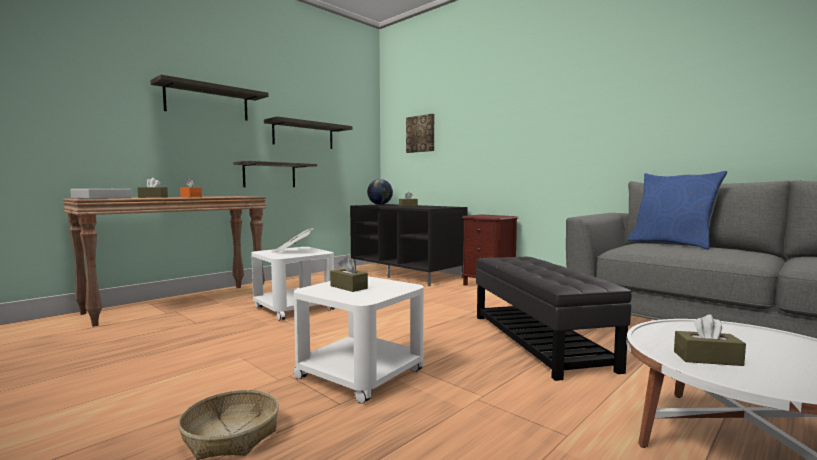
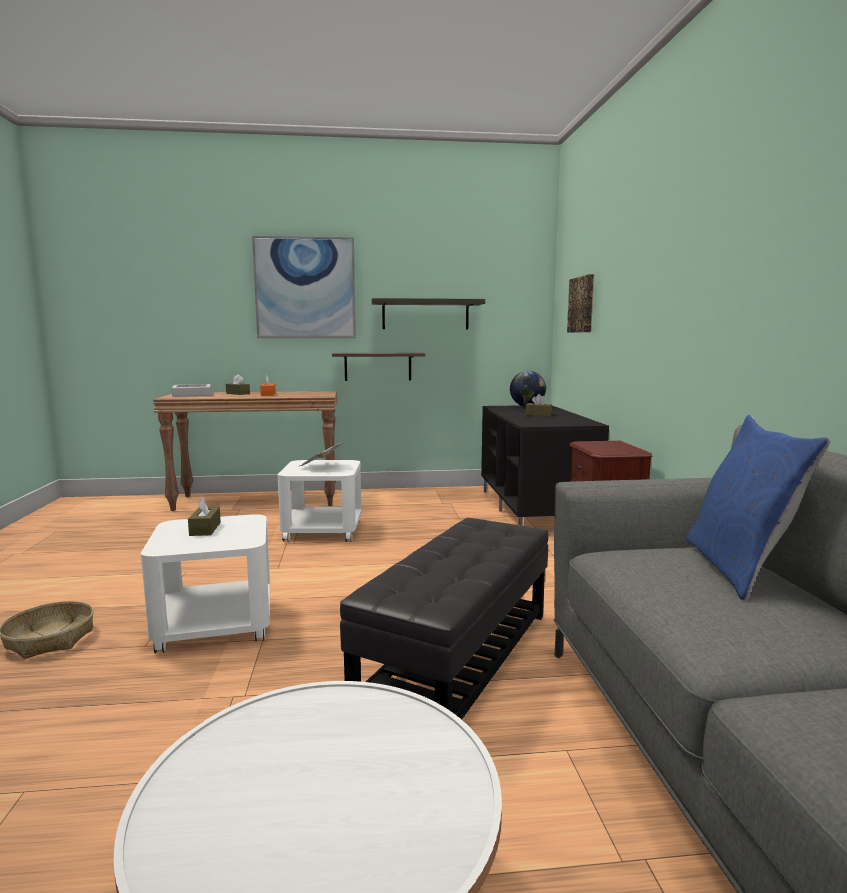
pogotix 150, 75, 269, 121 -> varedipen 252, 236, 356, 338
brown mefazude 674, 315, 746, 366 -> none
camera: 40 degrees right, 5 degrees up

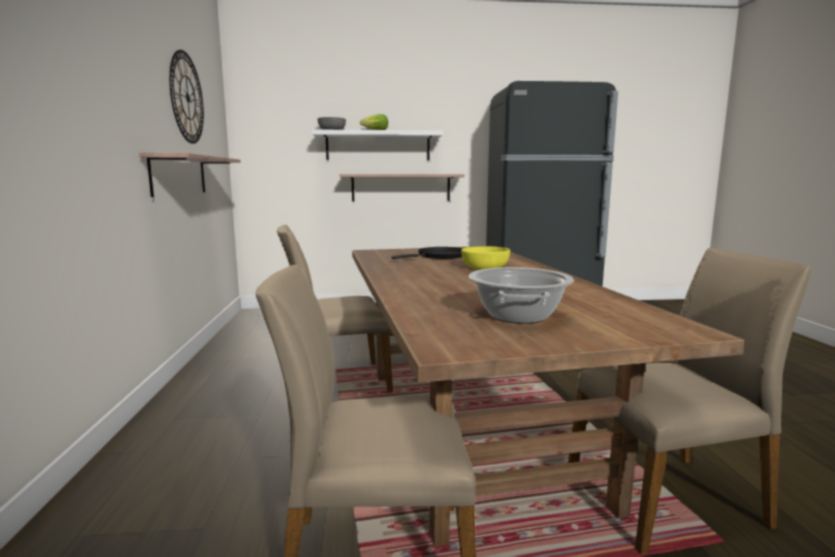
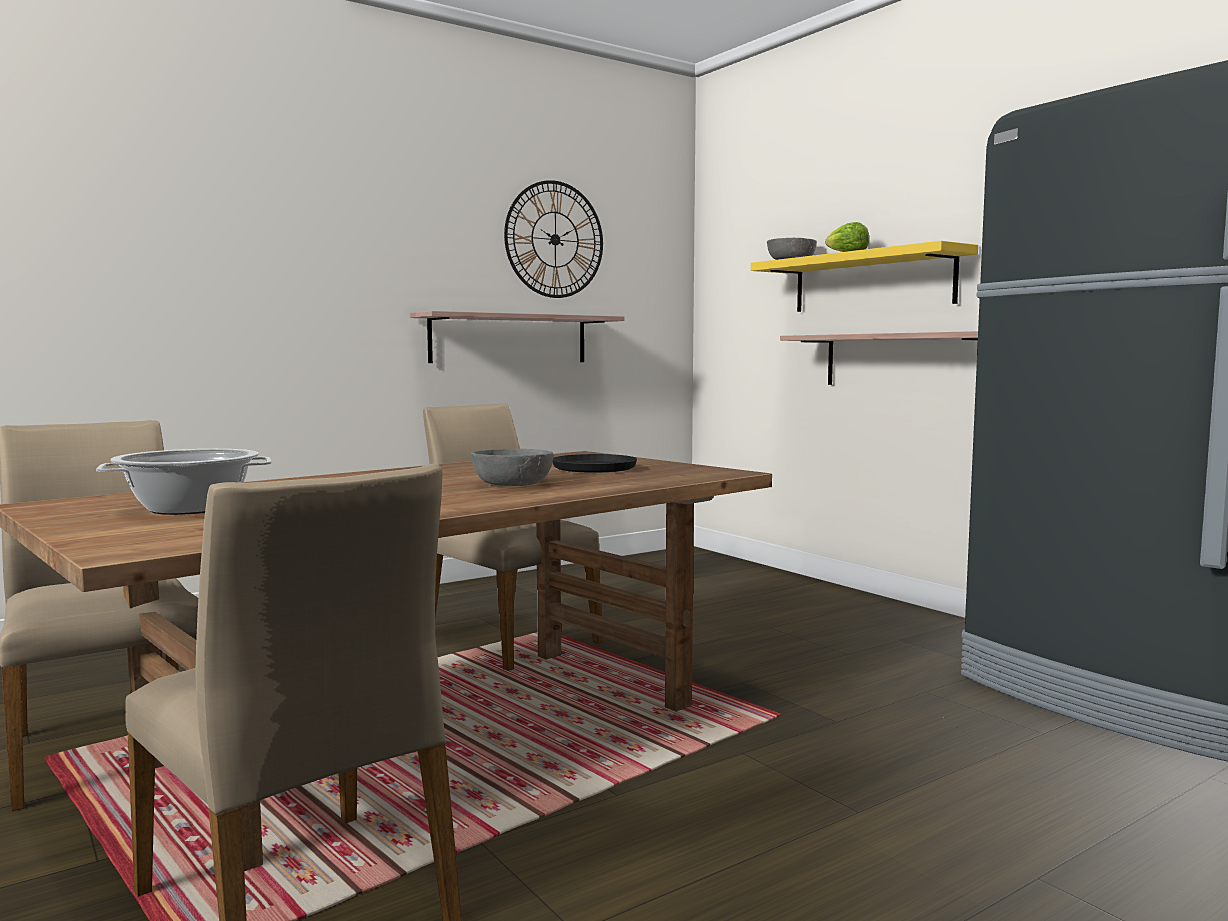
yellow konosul 461, 246, 510, 270 -> grey konosul 471, 449, 553, 486
white pogotix 312, 129, 443, 160 -> yellow pogotix 751, 241, 978, 312
camera: 60 degrees right, 5 degrees down

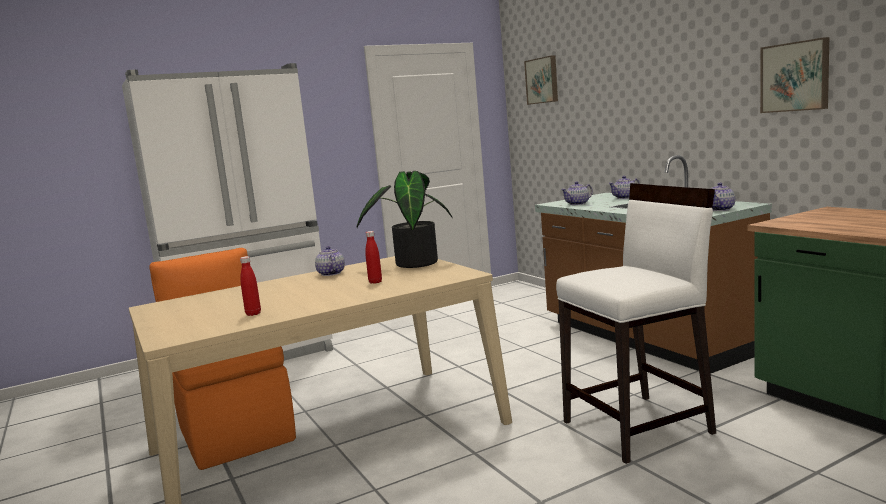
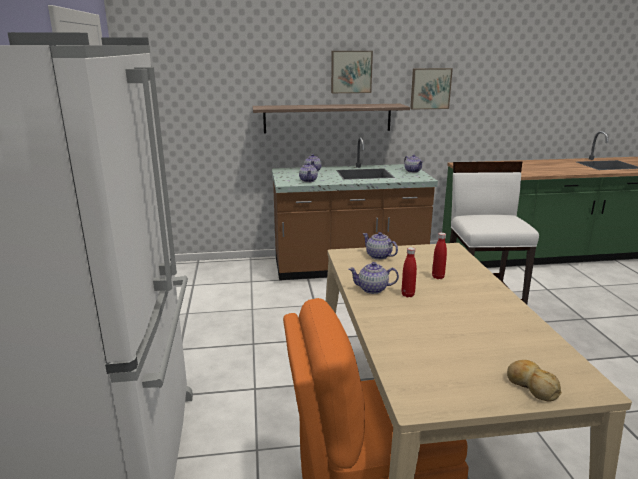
none -> pogotix 252, 104, 410, 134
varedipen 524, 55, 558, 105 -> varedipen 331, 51, 373, 93, move
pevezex 357, 171, 452, 268 -> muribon 362, 232, 398, 260
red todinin 240, 256, 261, 316 -> red todinin 401, 247, 417, 297, move
none -> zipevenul 507, 360, 562, 402
camera: 70 degrees left, 10 degrees up

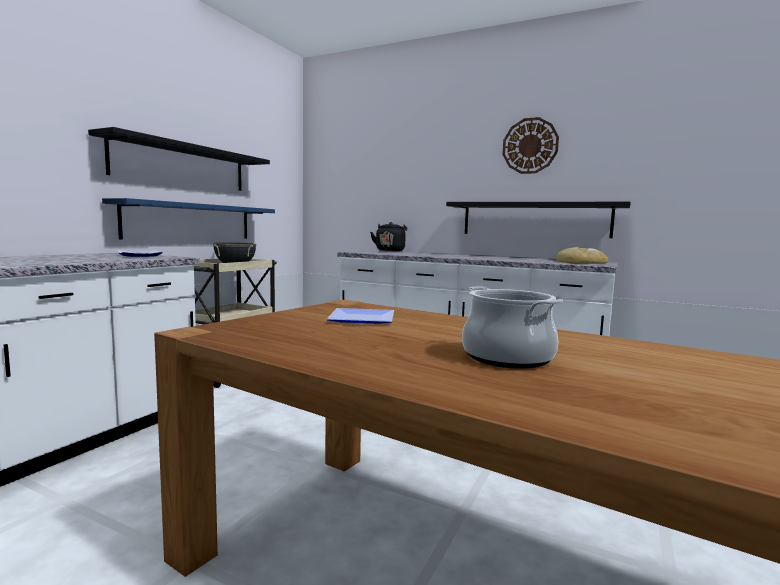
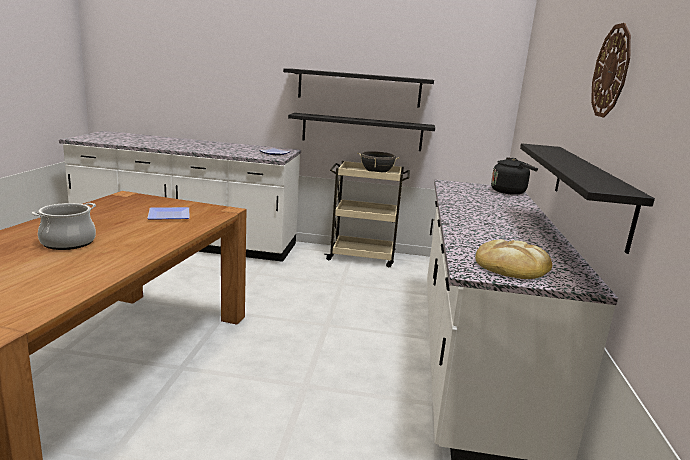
blue pogotix 102, 198, 275, 239 -> black pogotix 288, 113, 435, 151
camera: 70 degrees right, 10 degrees up

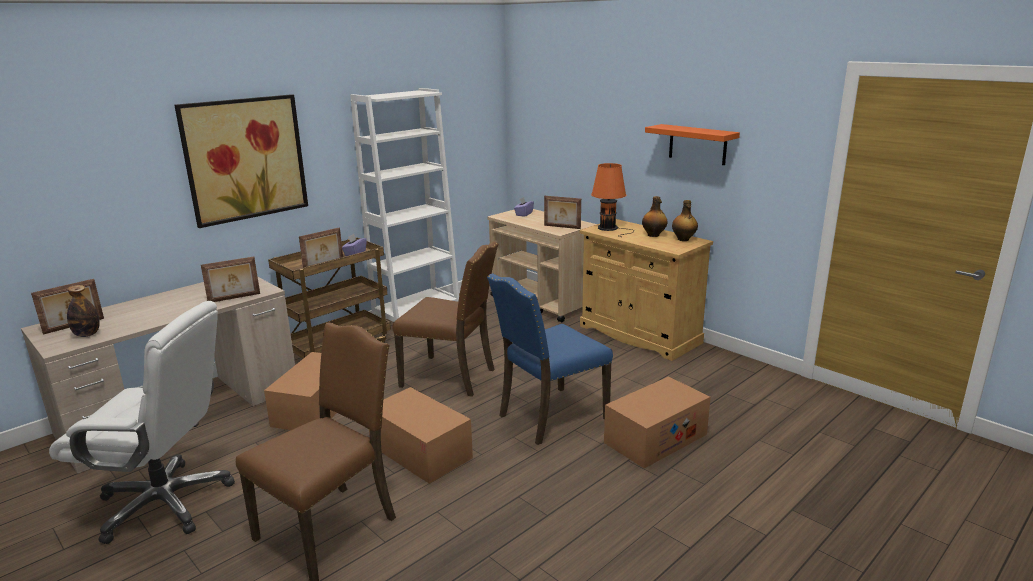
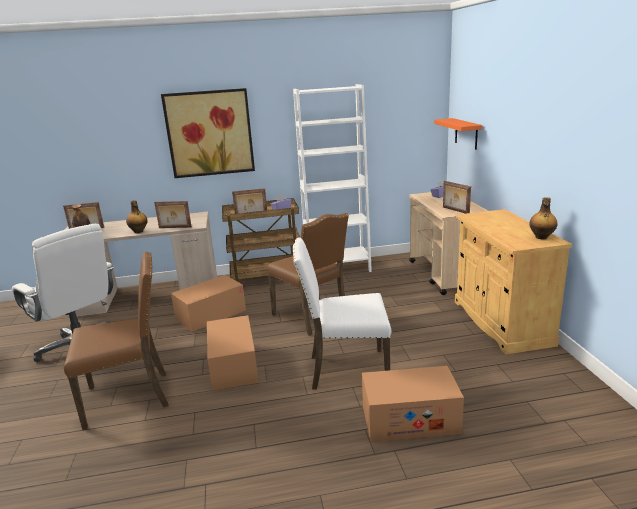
todinin 642, 196, 667, 237 -> todinin 126, 200, 148, 233, move
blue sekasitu 487, 273, 613, 445 -> white sekasitu 293, 237, 391, 389
orange pogotix 645, 124, 740, 165 -> orange pogotix 434, 118, 483, 150, move
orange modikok 591, 163, 634, 237 -> none
camera: 35 degrees right, 0 degrees up

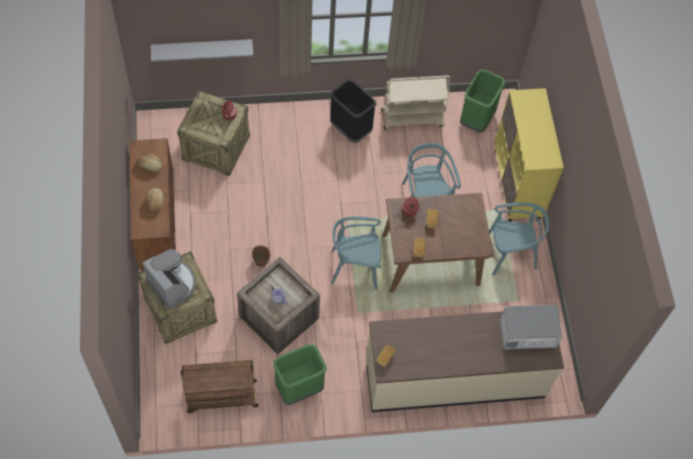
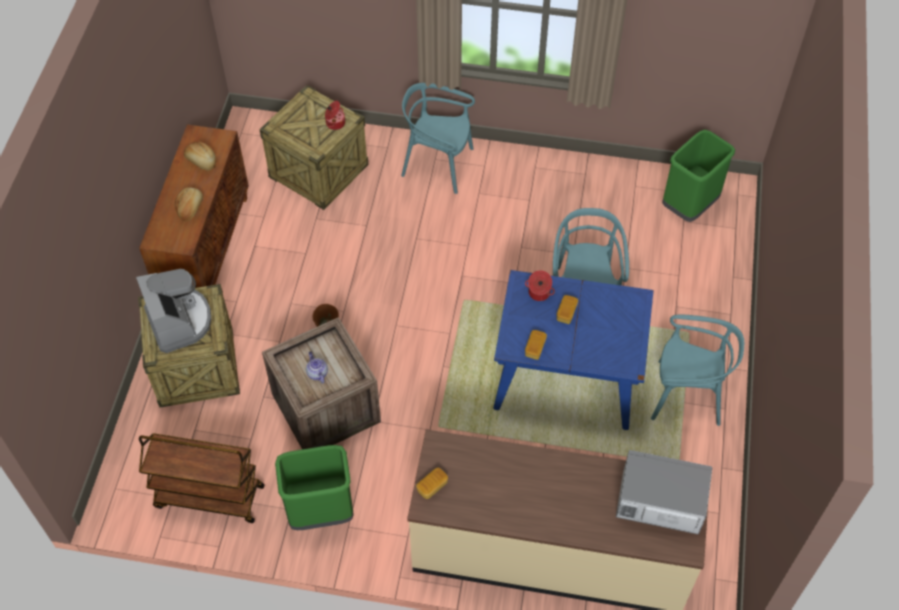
turquoise sekasitu 331, 216, 381, 289 -> turquoise sekasitu 401, 83, 475, 194, move
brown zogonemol 382, 193, 493, 292 -> blue zogonemol 493, 270, 654, 430
grey pogotix 151, 39, 253, 62 -> none
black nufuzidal 330, 80, 376, 143 -> none
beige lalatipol 381, 75, 450, 130 -> none
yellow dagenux 494, 88, 564, 222 -> none
camera: 20 degrees right, 5 degrees down

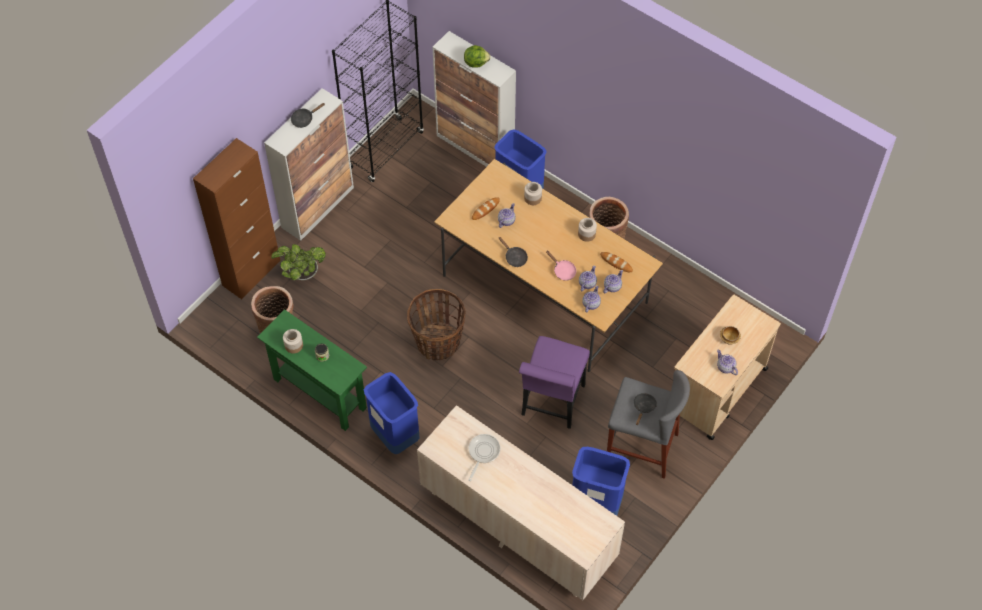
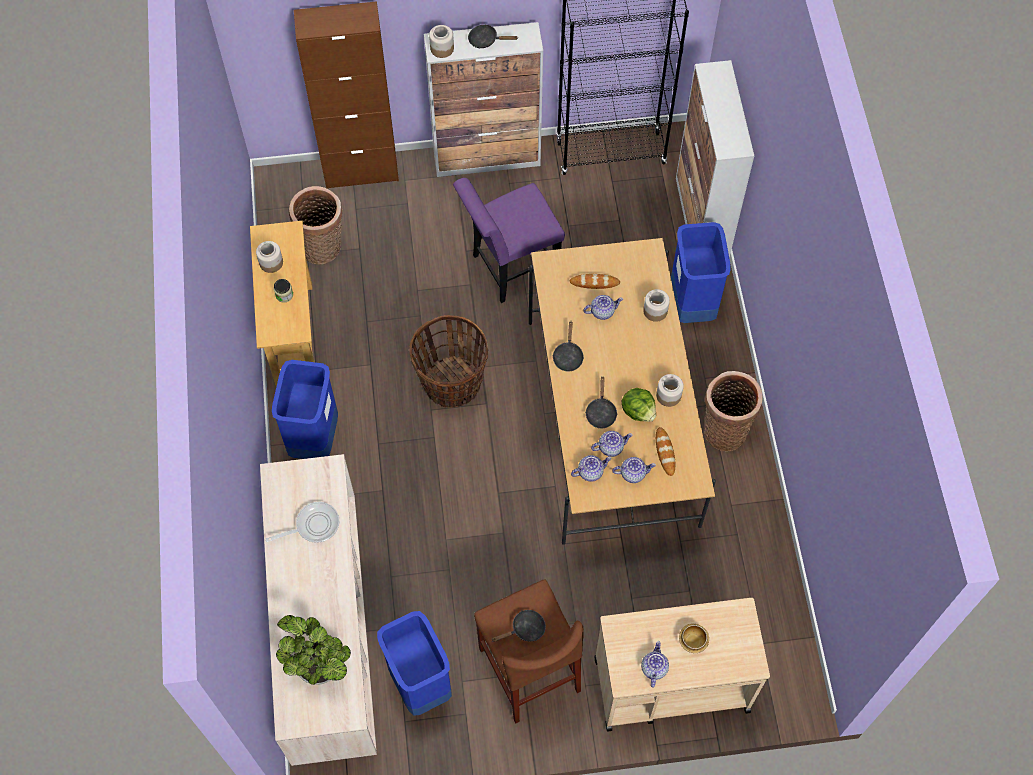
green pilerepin 257, 309, 367, 431 -> beige pilerepin 250, 221, 314, 387
pevezex 271, 244, 326, 280 -> pevezex 276, 615, 351, 685, move
none -> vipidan 429, 25, 454, 58
purple sekasitu 519, 336, 590, 429 -> purple sekasitu 453, 178, 565, 303, move
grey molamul 607, 370, 690, 479 -> brown molamul 474, 580, 584, 723
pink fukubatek 546, 251, 576, 281 -> black fukubatek 585, 376, 617, 428
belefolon 464, 45, 491, 68 -> belefolon 622, 388, 656, 422, move
camera: 45 degrees right, 5 degrees up

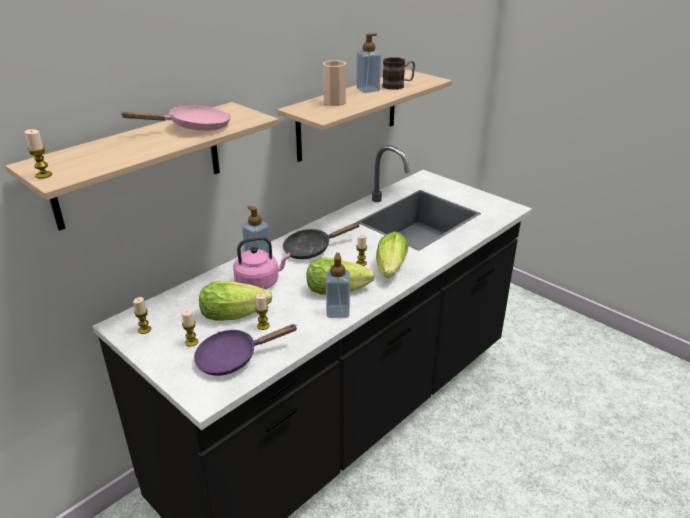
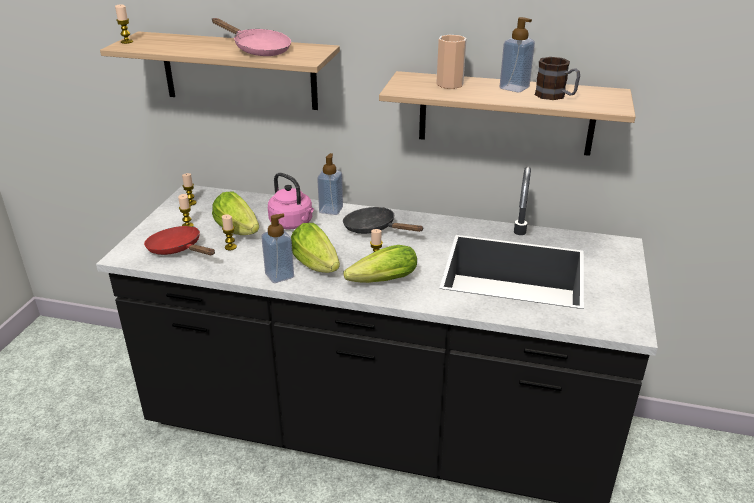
purple fukubatek 194, 324, 298, 376 -> red fukubatek 144, 226, 215, 255
camera: 60 degrees right, 0 degrees up

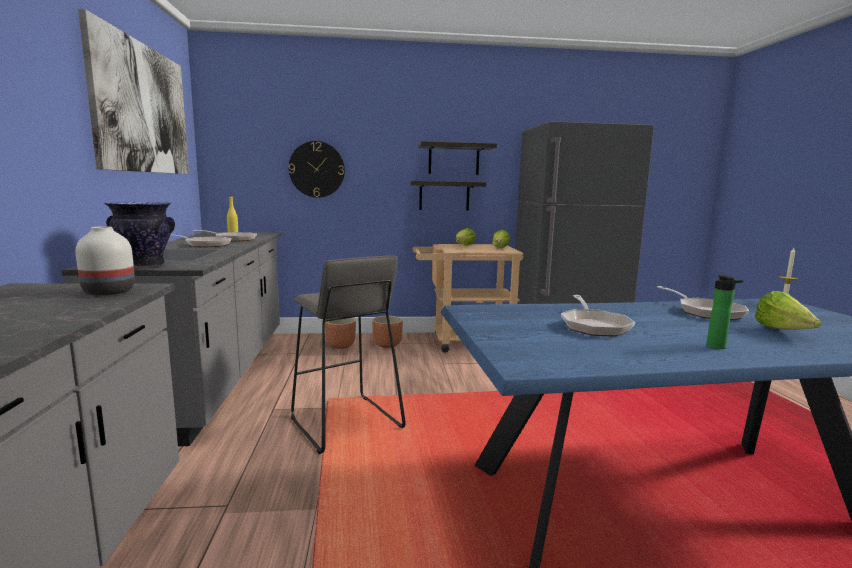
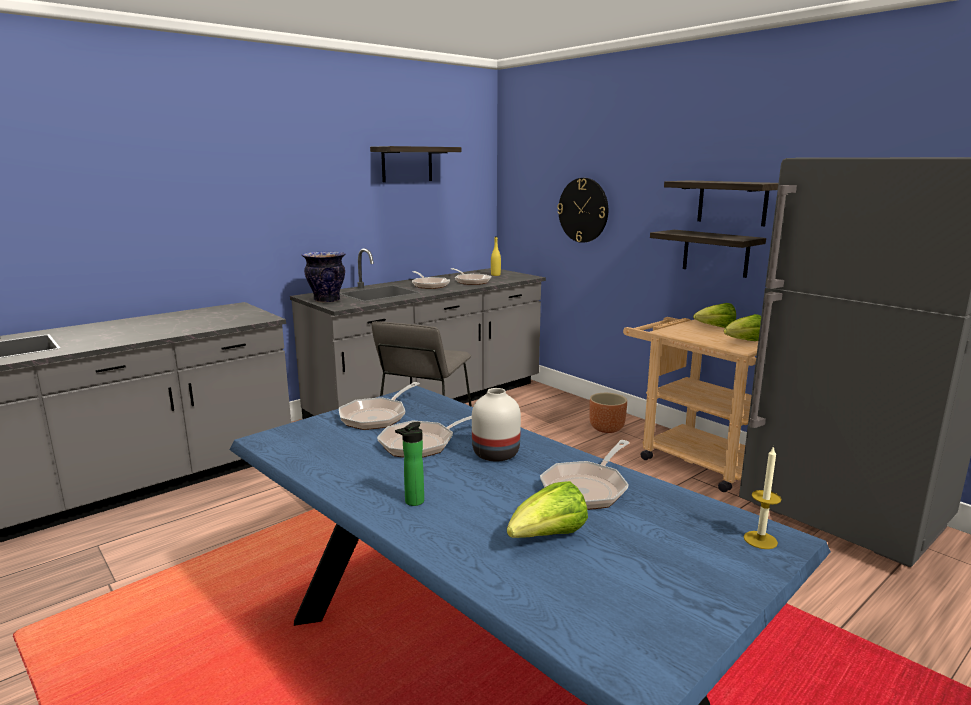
none -> fukubatek 339, 382, 420, 430
varedipen 78, 9, 189, 174 -> pogotix 370, 146, 462, 182
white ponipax 76, 226, 135, 295 -> white ponipax 472, 388, 521, 461, move
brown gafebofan 325, 317, 356, 349 -> none
camera: 55 degrees right, 5 degrees up

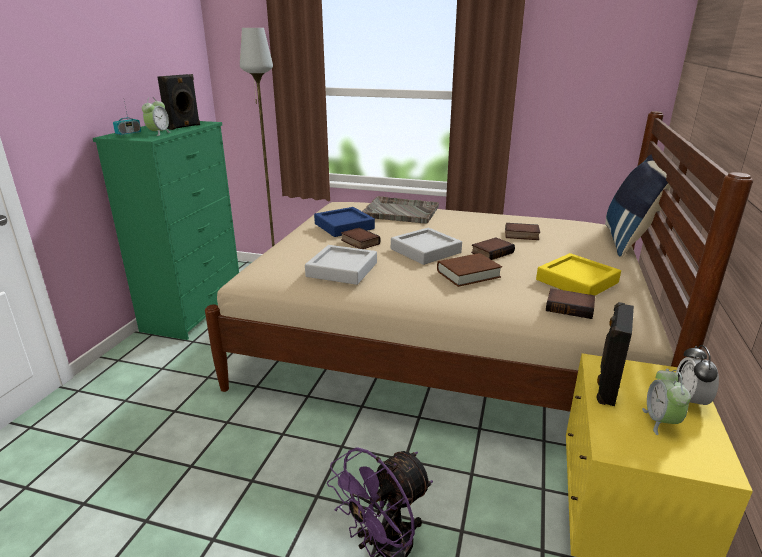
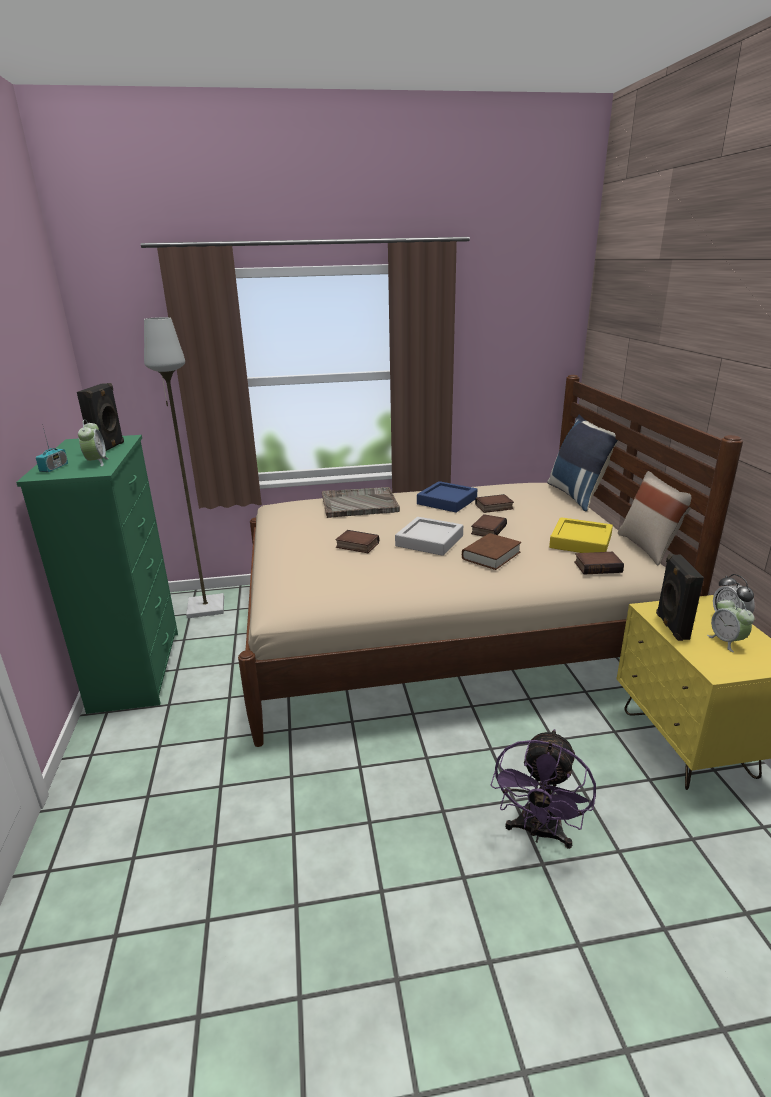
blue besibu 314, 207, 375, 237 -> blue besibu 417, 481, 477, 513, move
none -> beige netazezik 618, 471, 691, 565
grey besibu 305, 245, 377, 285 -> none
camera: 25 degrees left, 0 degrees up

